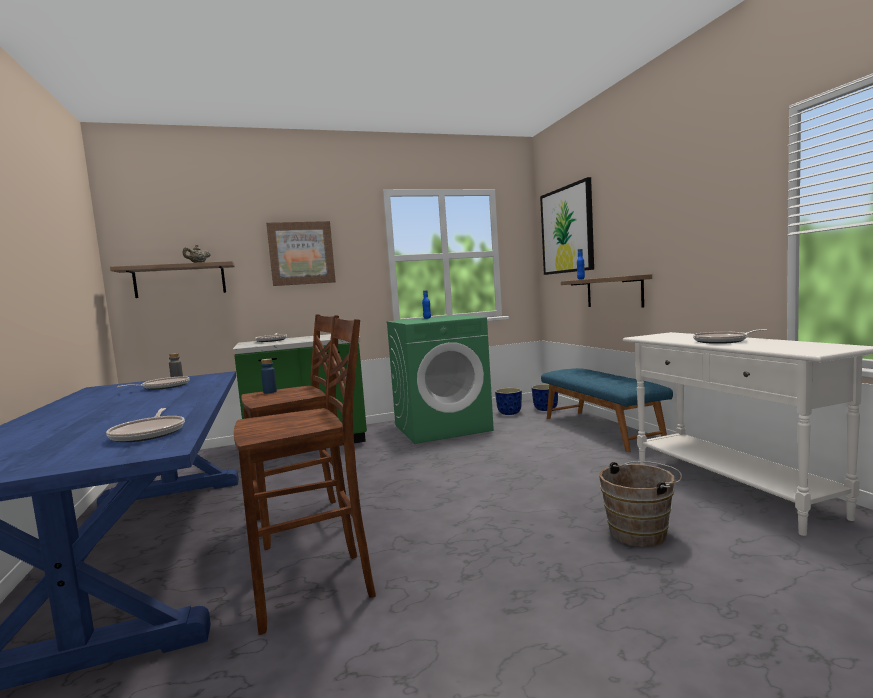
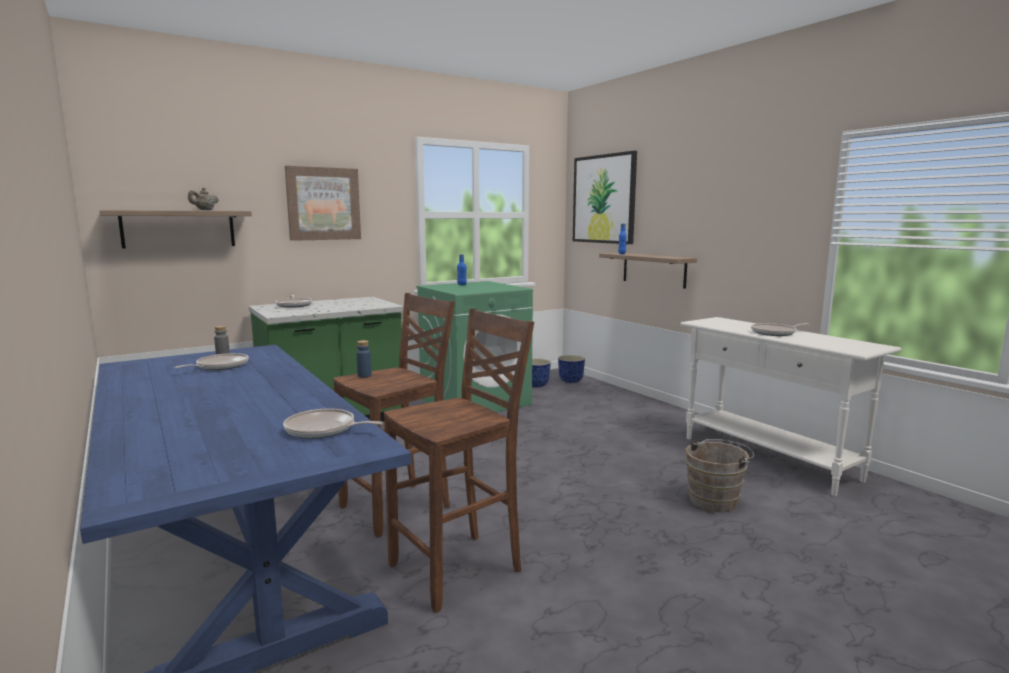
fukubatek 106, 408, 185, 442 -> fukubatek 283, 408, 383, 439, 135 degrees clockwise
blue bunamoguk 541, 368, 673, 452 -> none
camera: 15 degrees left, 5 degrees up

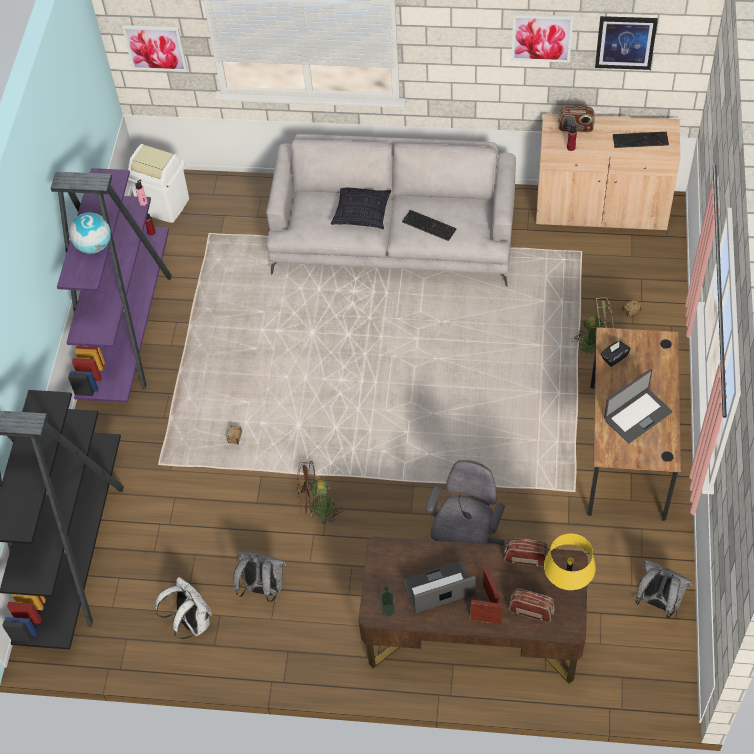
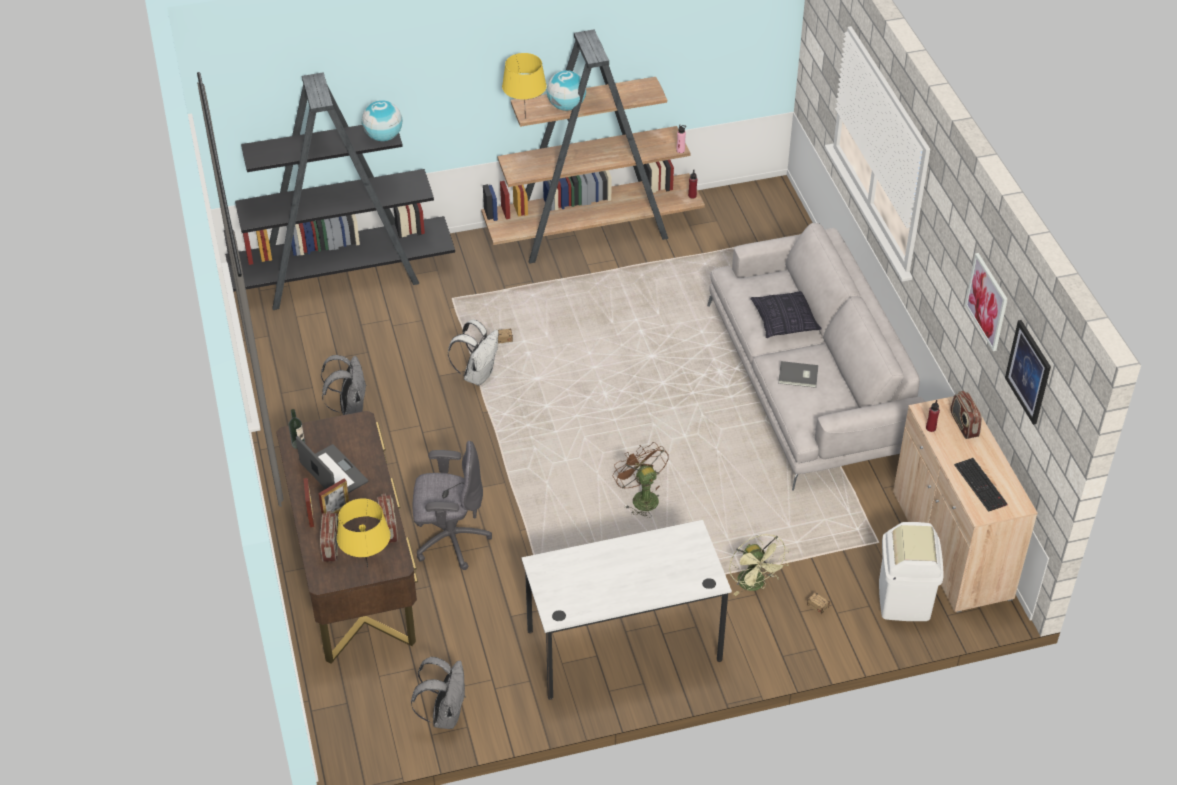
none -> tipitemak 362, 100, 402, 141
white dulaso 155, 577, 212, 639 -> white dulaso 448, 320, 498, 385, move
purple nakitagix 51, 168, 172, 403 -> brown nakitagix 481, 30, 705, 264
none -> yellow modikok 502, 53, 547, 119
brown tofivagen 587, 327, 681, 521 -> white tofivagen 521, 520, 732, 700
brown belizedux 297, 461, 343, 526 -> brown belizedux 613, 442, 669, 518, move
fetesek 402, 210, 457, 241 -> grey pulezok 778, 361, 818, 388
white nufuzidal 128, 144, 189, 223 -> white nufuzidal 879, 522, 944, 621, move
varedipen 122, 25, 188, 72 -> none
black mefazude 601, 341, 631, 367 -> none
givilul 604, 369, 672, 443 -> none
camera: 65 degrees right, 10 degrees down

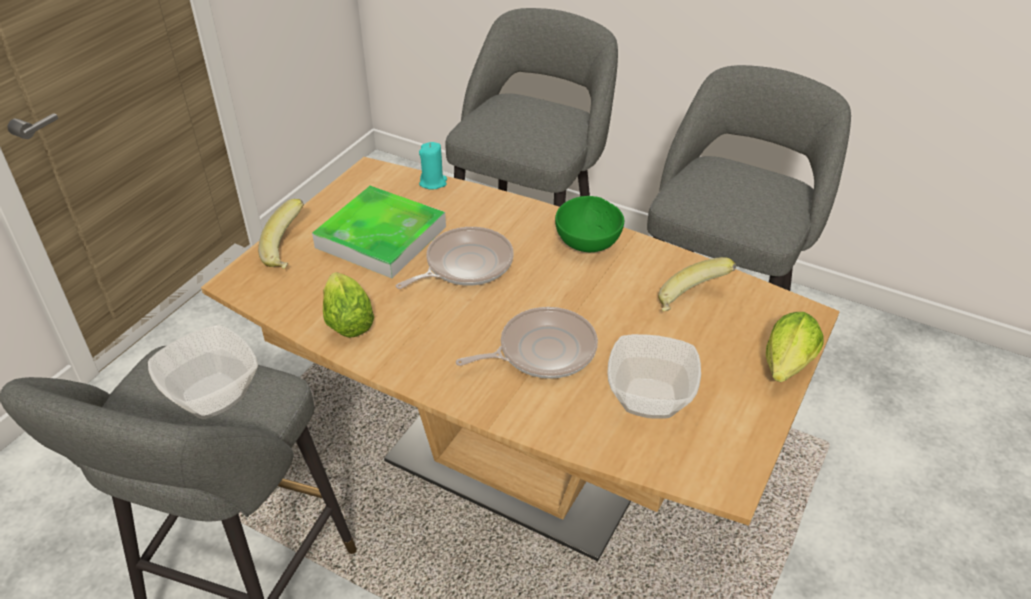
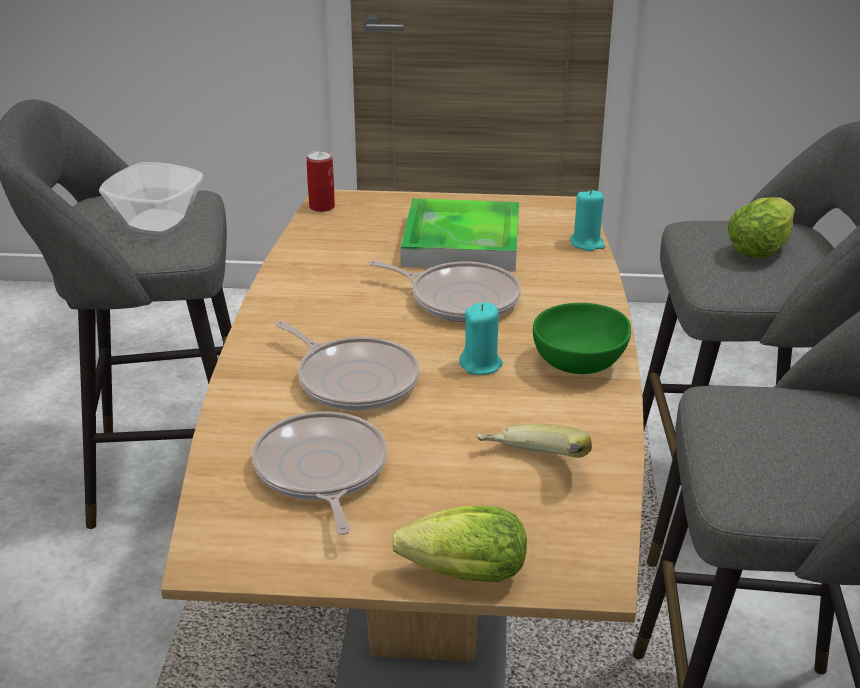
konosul 607, 334, 701, 419 -> fukubatek 252, 411, 387, 535
none -> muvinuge 307, 151, 335, 212
none -> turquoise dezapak 459, 302, 503, 375
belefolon 323, 272, 374, 338 -> belefolon 728, 197, 795, 258, move
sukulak 258, 199, 304, 269 -> none
camera: 65 degrees right, 10 degrees down

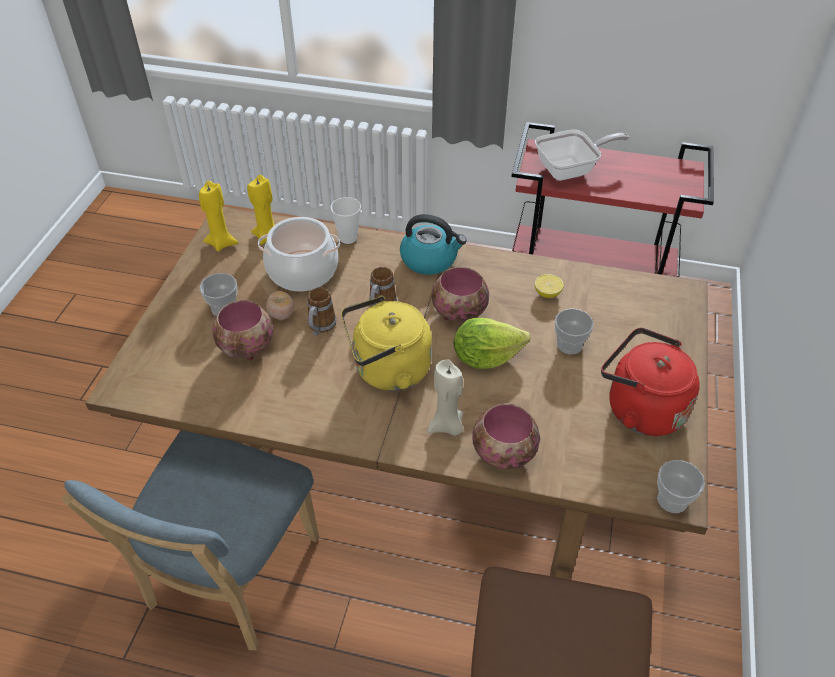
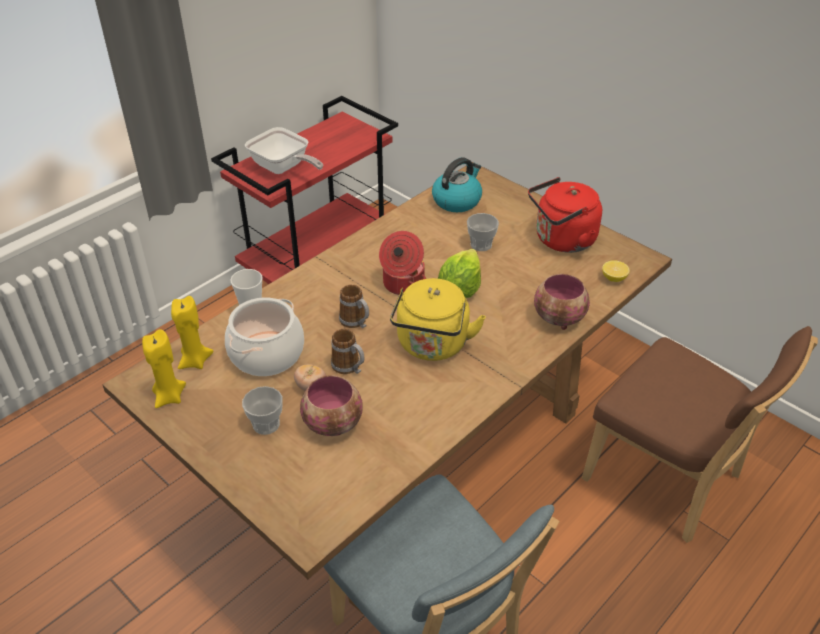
fukubatek 535, 130, 629, 180 -> fukubatek 245, 127, 323, 174, 120 degrees clockwise
konosul 432, 267, 489, 322 -> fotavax 379, 231, 426, 295
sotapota 400, 214, 467, 275 -> sotapota 432, 157, 482, 212, move
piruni 535, 274, 564, 298 -> piruni 602, 260, 630, 282, move
beige dezapak 427, 359, 463, 436 -> none
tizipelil 657, 460, 705, 513 -> none
camera: 60 degrees left, 5 degrees down

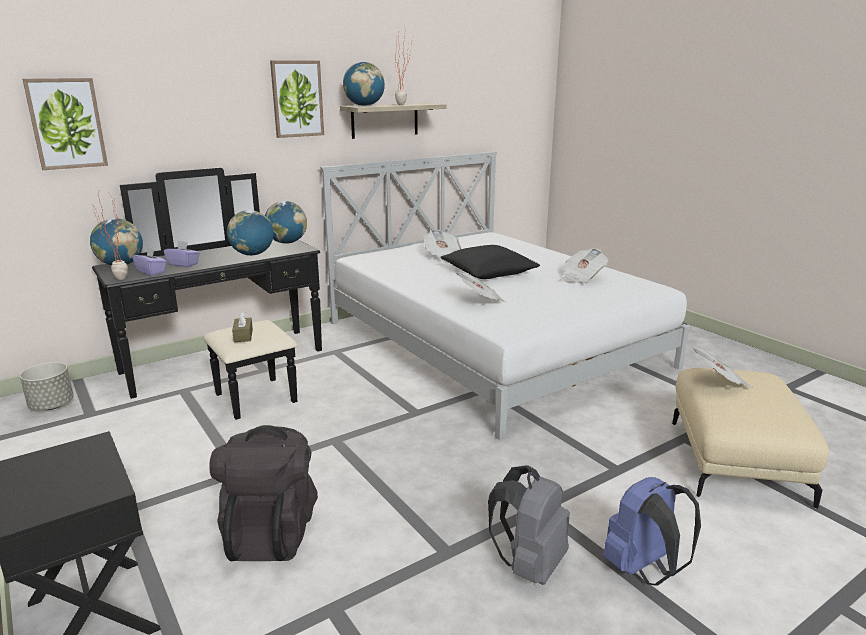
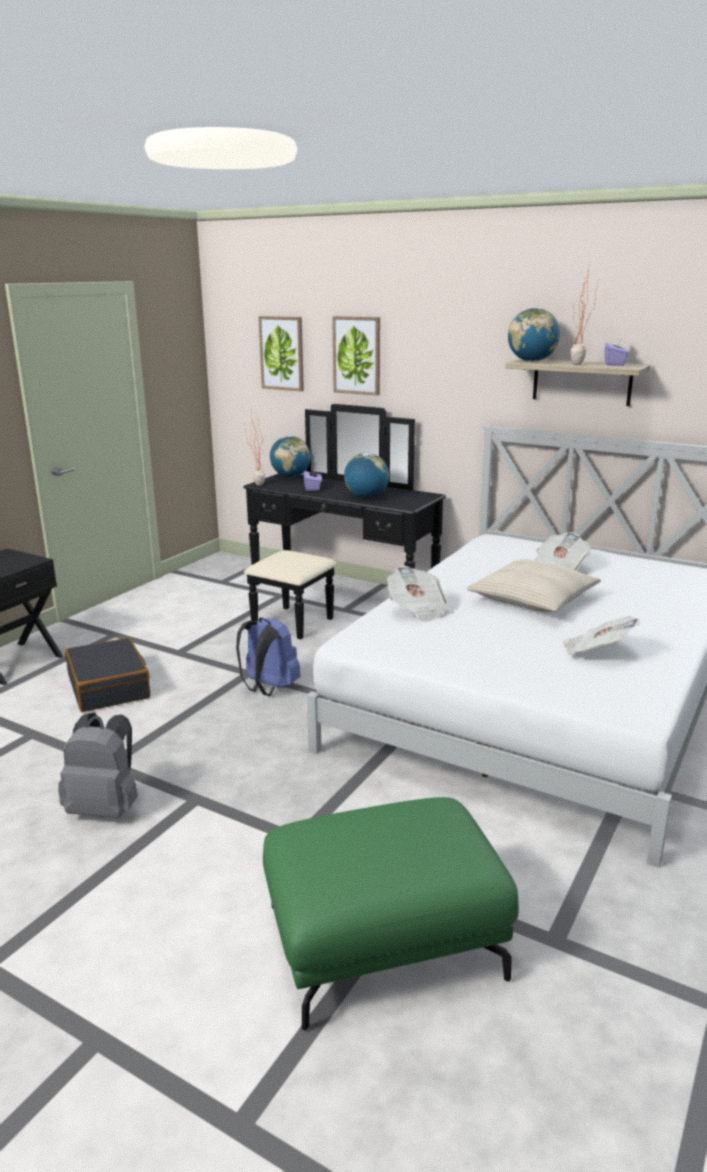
black dulaso 209, 425, 318, 562 -> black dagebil 65, 637, 150, 712
blue dulaso 603, 477, 701, 586 -> blue dulaso 236, 617, 301, 696, move
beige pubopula 672, 368, 829, 509 -> green pubopula 263, 797, 519, 1031
varedipen 270, 60, 324, 138 -> varedipen 332, 316, 380, 396, move
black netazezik 441, 245, 540, 279 -> beige netazezik 466, 559, 601, 612
purple mefazude 132, 247, 167, 276 -> purple mefazude 605, 337, 629, 366, move
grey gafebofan 20, 362, 74, 410 -> none
brown mefazude 232, 311, 253, 342 -> none
tipitemak 265, 201, 307, 244 -> none
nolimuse 690, 347, 754, 388 -> none
camera: 65 degrees right, 0 degrees up

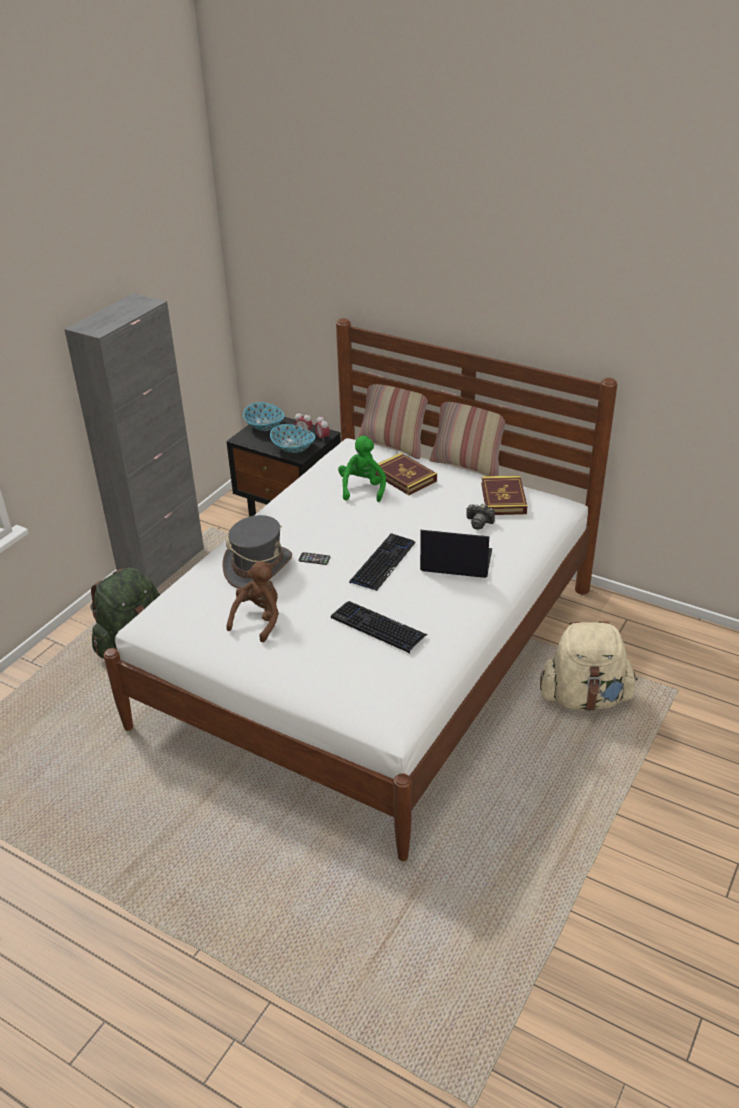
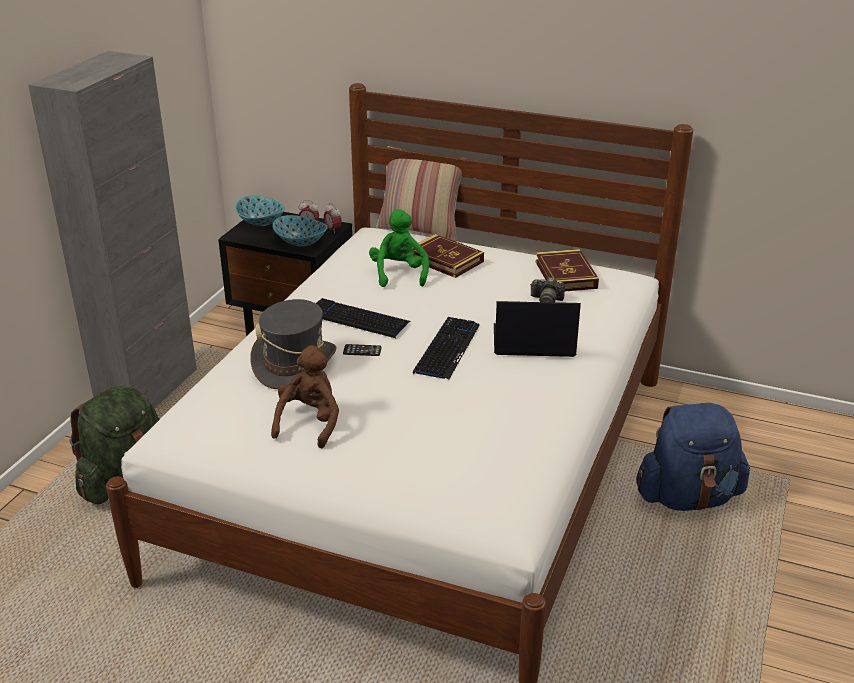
fetesek 331, 601, 427, 653 -> fetesek 316, 298, 411, 338, move
beige dulaso 540, 621, 638, 711 -> blue dulaso 636, 403, 750, 511
netazezik 429, 391, 511, 476 -> none
camera: 10 degrees left, 5 degrees down

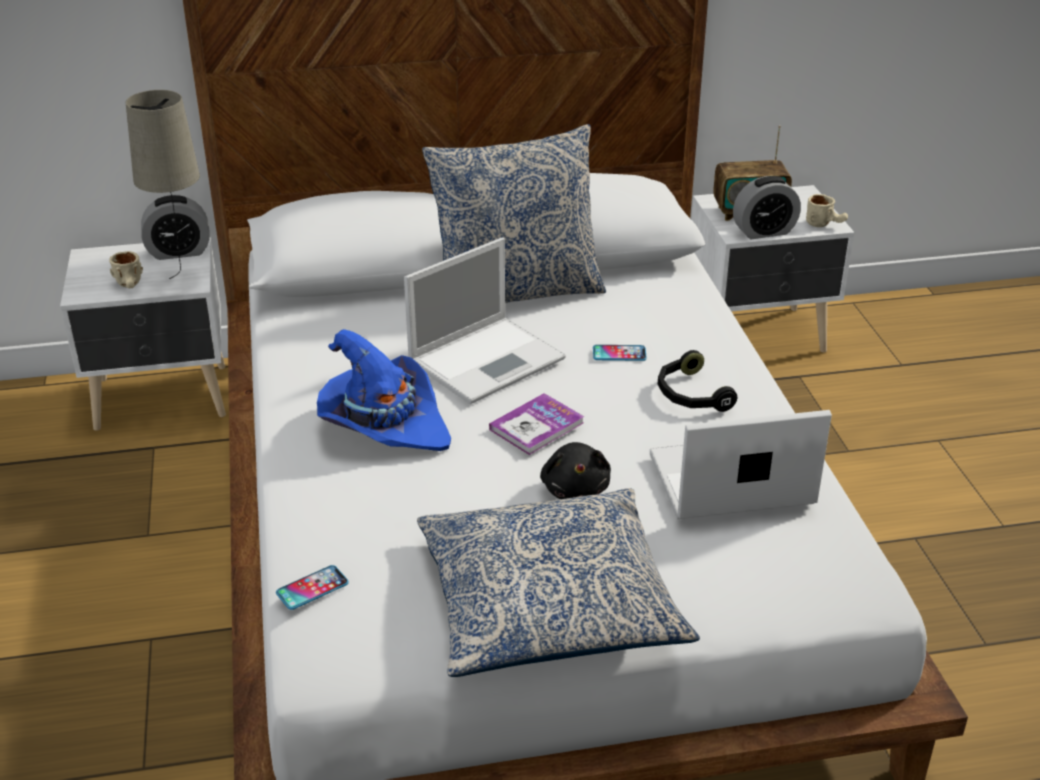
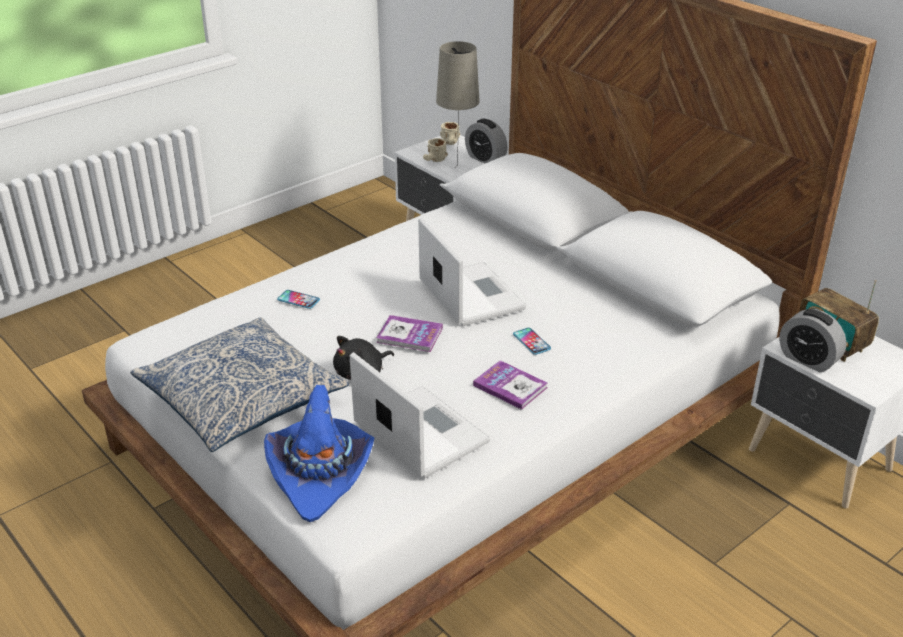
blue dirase 317, 329, 451, 451 -> blue dirase 264, 385, 375, 522, move
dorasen 276, 565, 349, 610 -> dorasen 277, 290, 320, 309, move
givilul 404, 238, 566, 404 -> givilul 418, 218, 526, 326, 135 degrees counterclockwise
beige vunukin 806, 194, 848, 227 -> beige vunukin 440, 122, 460, 145, move
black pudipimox 658, 350, 737, 412 -> pulezok 473, 360, 547, 410
netazezik 422, 124, 606, 303 -> none
camera: 60 degrees right, 0 degrees up

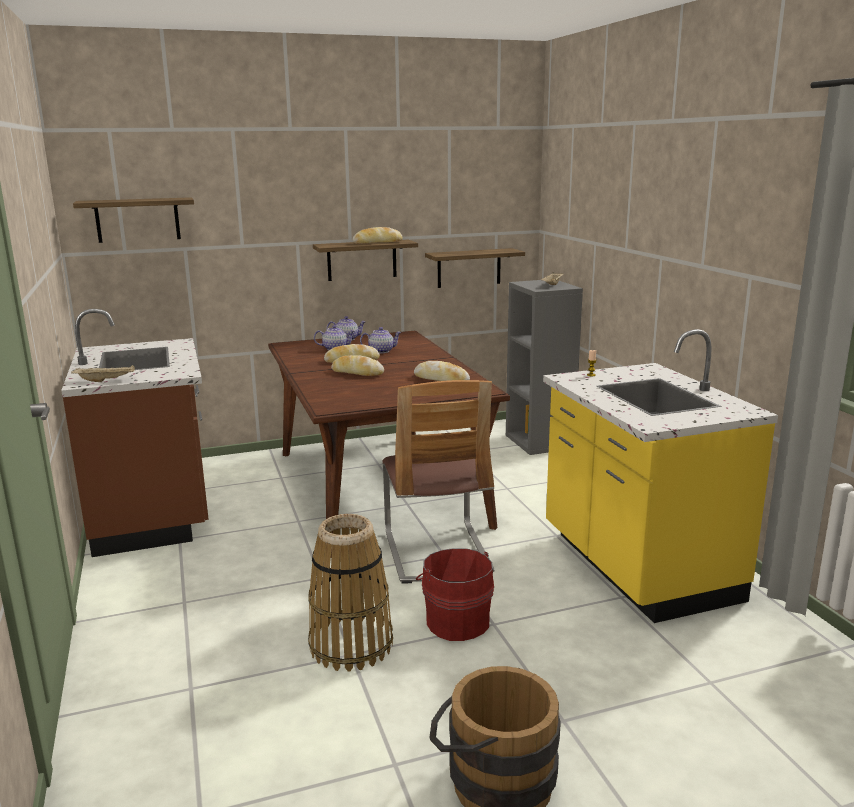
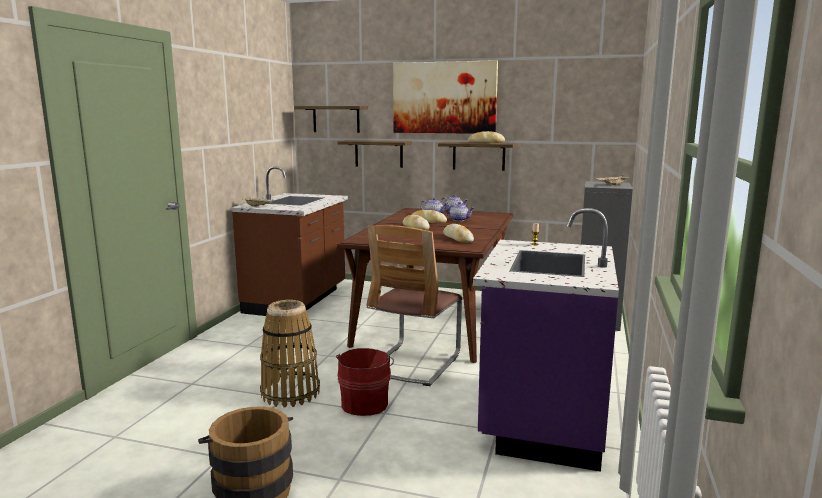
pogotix 425, 248, 525, 288 -> pogotix 337, 140, 412, 168, move
none -> varedipen 393, 60, 498, 134
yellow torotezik 543, 329, 778, 623 -> purple torotezik 473, 208, 619, 472
camera: 35 degrees right, 5 degrees down

